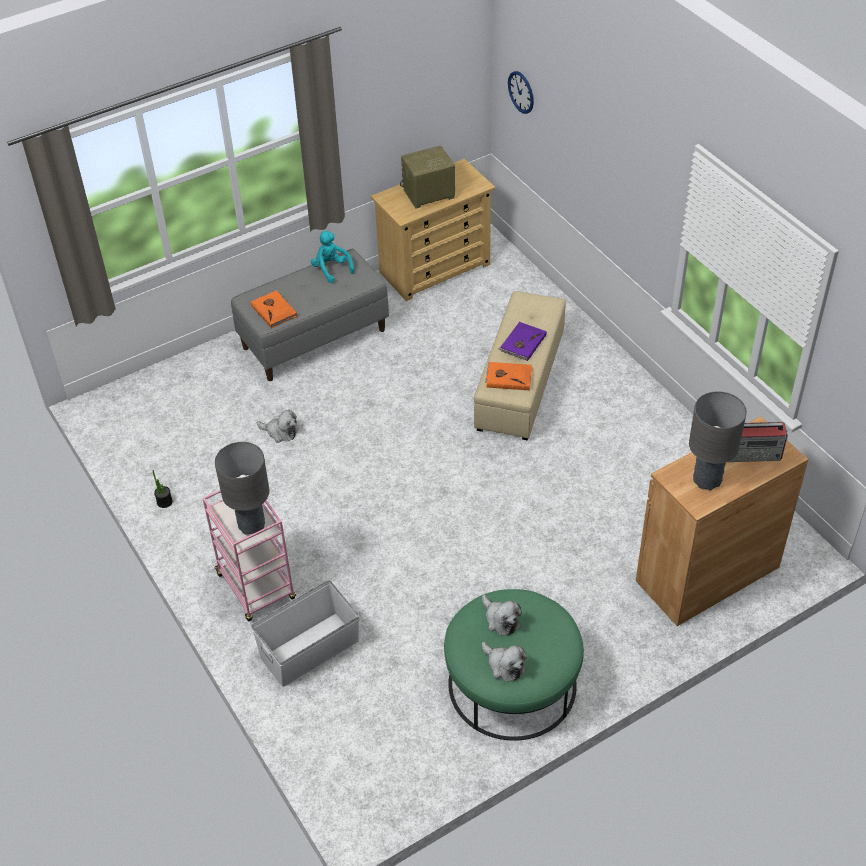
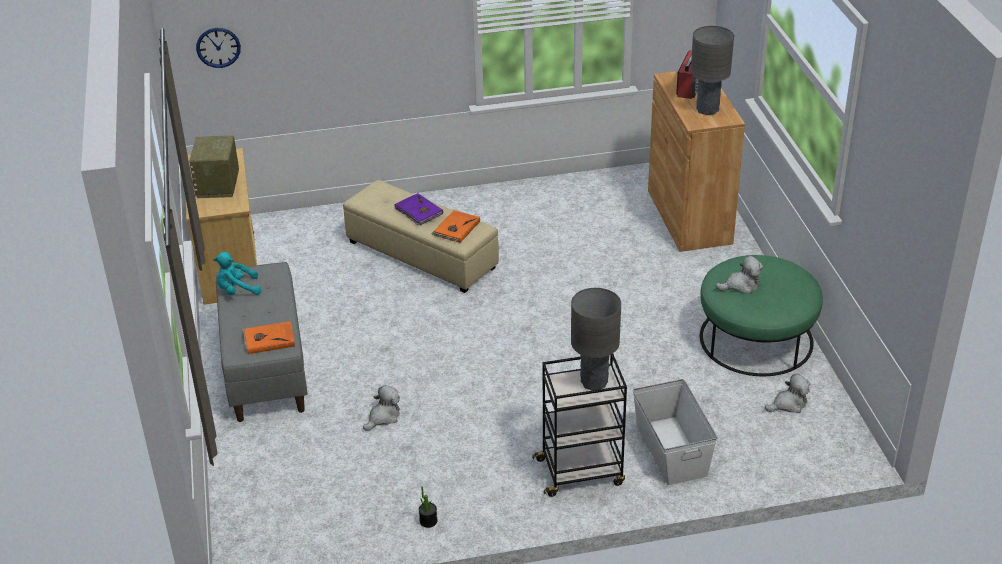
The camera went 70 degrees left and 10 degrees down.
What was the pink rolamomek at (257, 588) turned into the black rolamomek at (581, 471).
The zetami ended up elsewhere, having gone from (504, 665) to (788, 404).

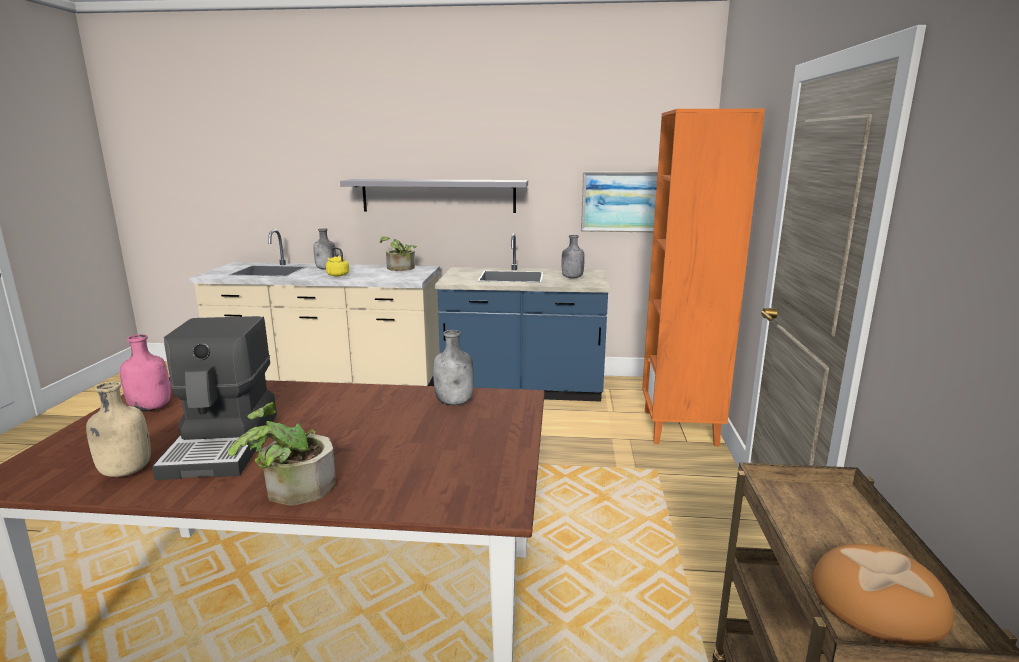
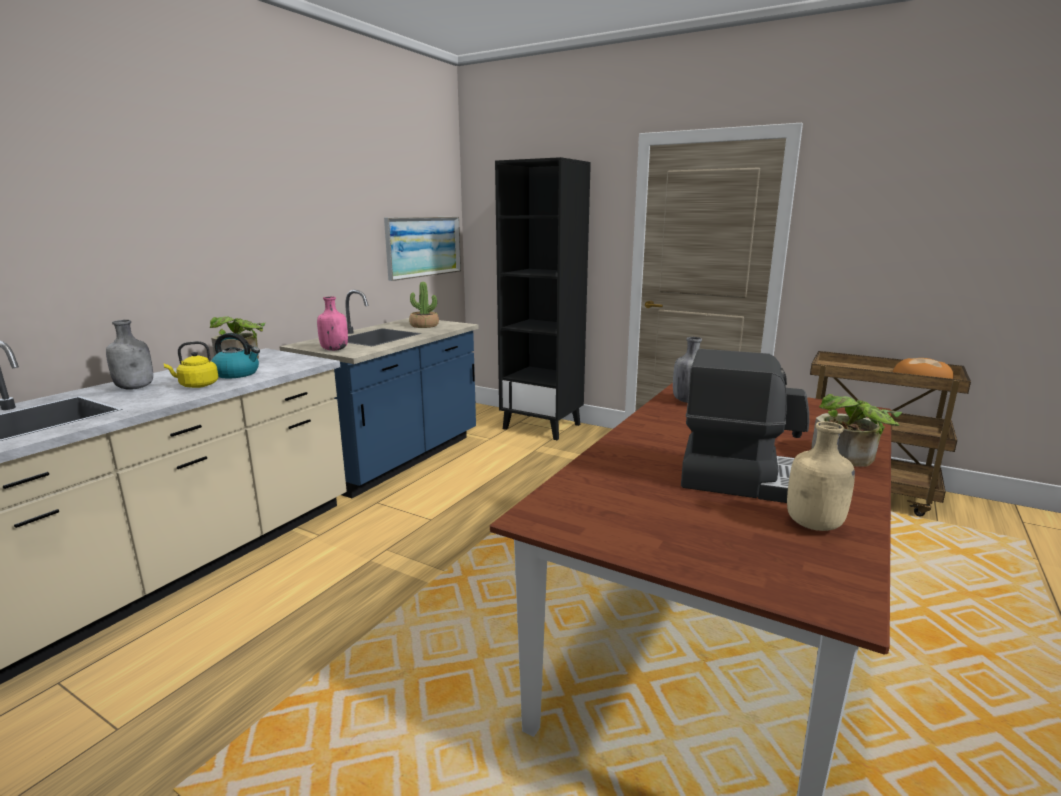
The camera went 65 degrees left and 0 degrees up.
The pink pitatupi ended up elsewhere, having gone from (151, 408) to (334, 349).
The second view lost the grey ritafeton at (438, 195).
Where the grey pitatupi stood at (571, 277), the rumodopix came to stand at (424, 326).
What was the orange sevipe at (680, 428) turned into the black sevipe at (542, 426).
The second view gained the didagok at (237, 374).

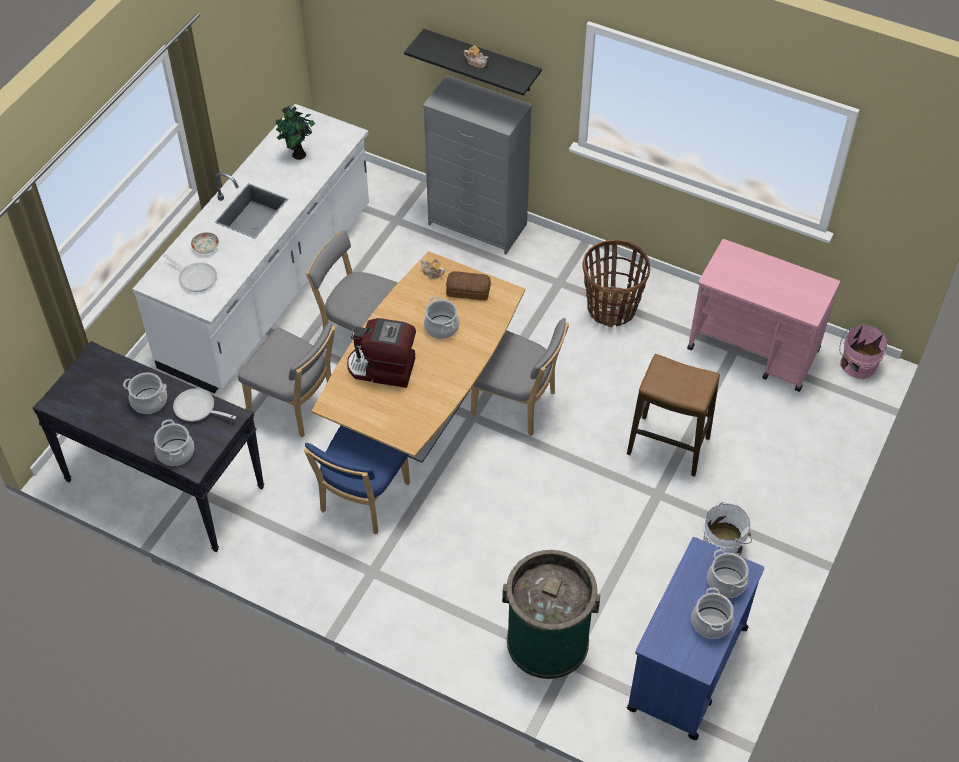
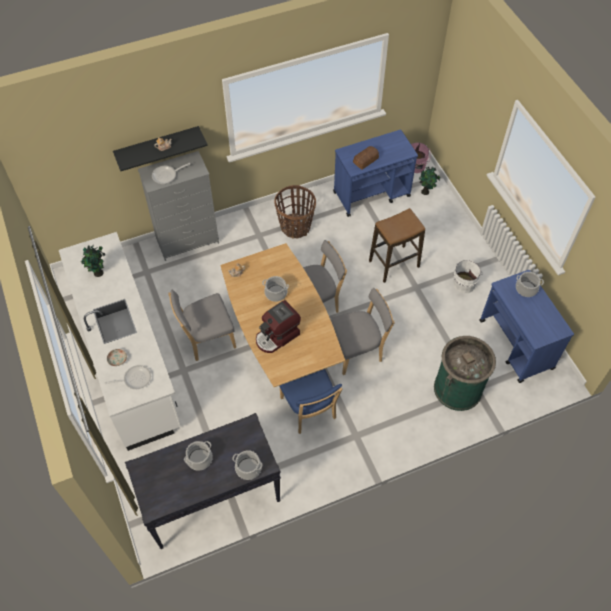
The camera went 50 degrees left and 5 degrees up.
The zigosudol ended up elsewhere, having gone from (198, 409) to (167, 175).
The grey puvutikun ended up elsewhere, having gone from (295, 405) to (357, 351).
The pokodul ended up elsewhere, having gone from (469, 291) to (366, 160).
What was the pink rolamomek at (754, 350) turned into the blue rolamomek at (372, 194).
The second view lost the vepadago at (711, 622).
The second view gained the rumodopix at (426, 192).

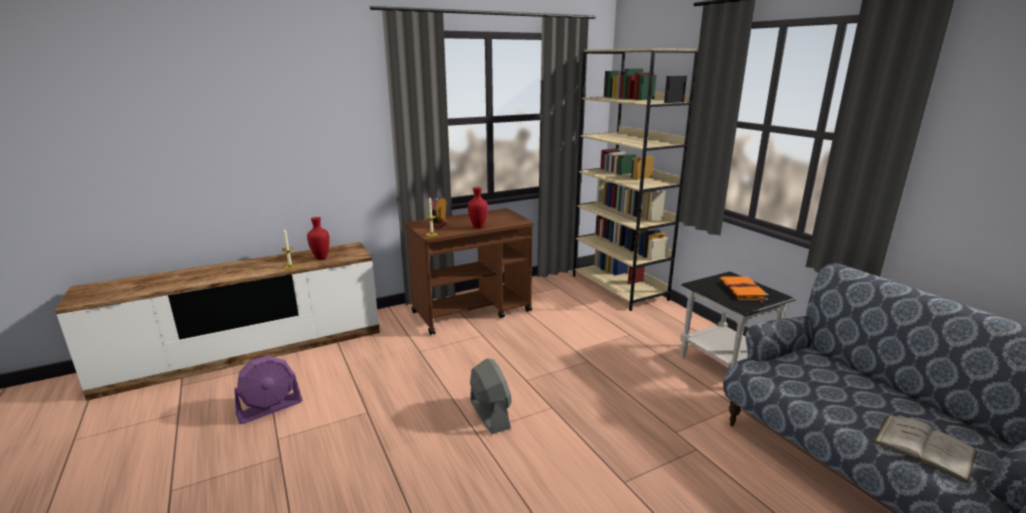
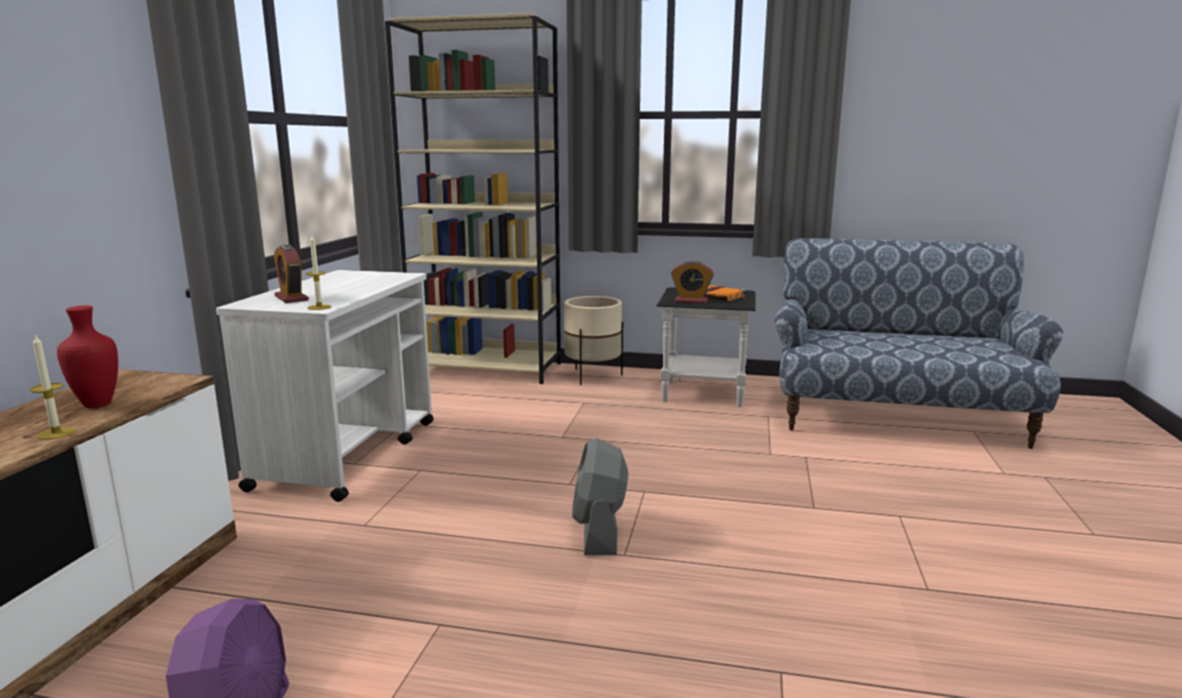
The camera went 50 degrees left and 5 degrees down.
What was the brown rolamomek at (472, 311) turned into the white rolamomek at (348, 453).
The second view lost the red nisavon at (478, 227).
The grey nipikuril at (489, 414) ended up facing another way, 105 degrees counterclockwise from before.
The second view lost the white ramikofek at (924, 447).
The second view gained the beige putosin at (592, 376).
The second view gained the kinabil at (691, 301).

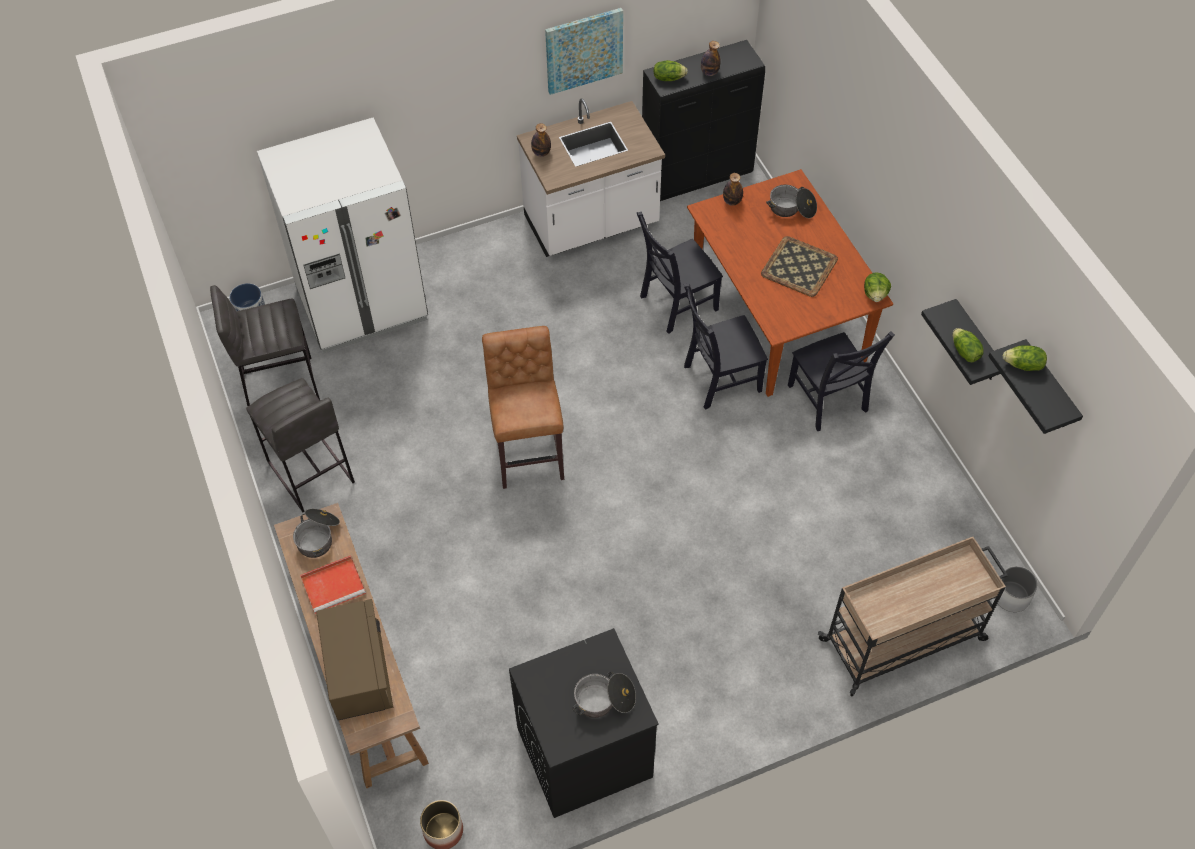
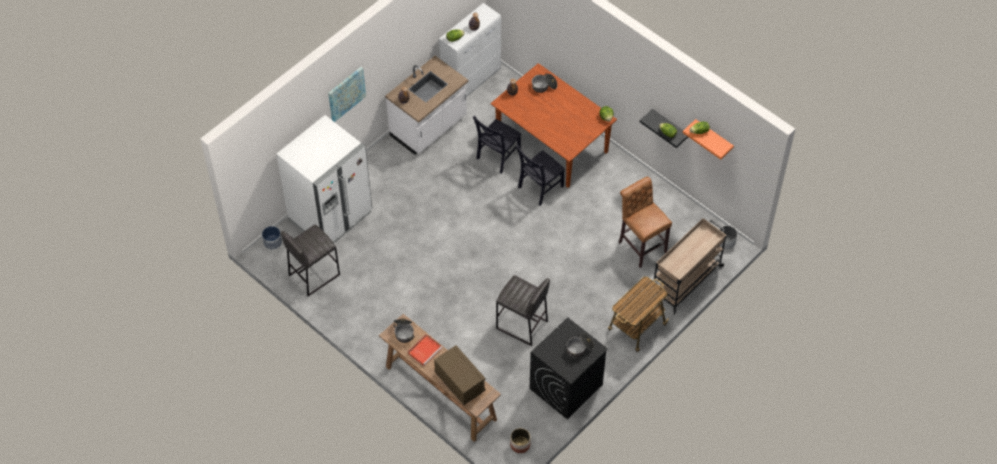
The camera went 25 degrees left and 0 degrees up.
The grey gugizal ended up elsewhere, having gone from (310, 473) to (522, 325).
The brown gugizal ended up elsewhere, having gone from (528, 452) to (641, 245).
The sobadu ended up elsewhere, having gone from (584, 50) to (346, 93).
What was the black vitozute at (697, 175) turned into the white vitozute at (471, 80).
The second view lost the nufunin at (799, 266).
The second view lost the black puvutikun at (828, 401).
What was the black ritafeton at (1049, 387) turned into the orange ritafeton at (713, 137).
The second view gained the rolamomek at (636, 328).

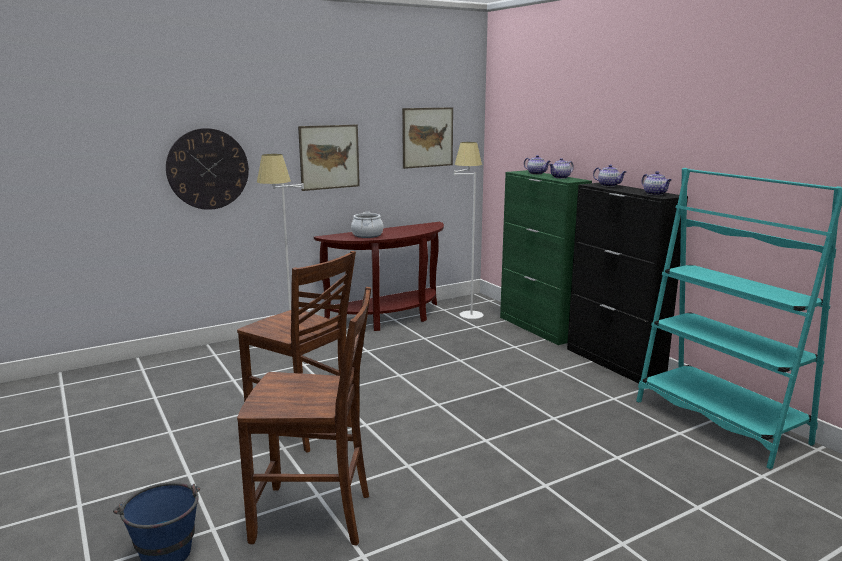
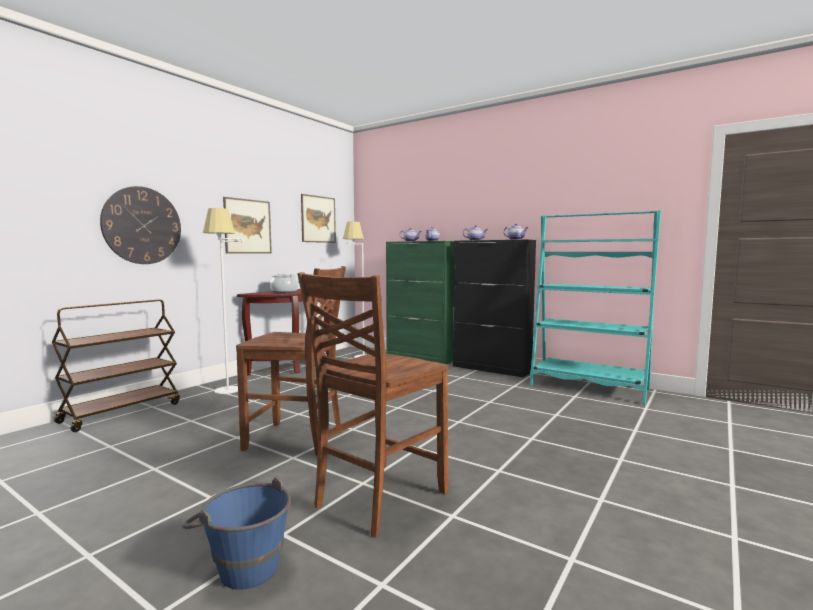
The camera went 25 degrees left and 10 degrees down.
The brown puvutikun at (315, 517) ended up facing another way, 150 degrees clockwise from before.
The second view gained the brown rolamomek at (122, 412).

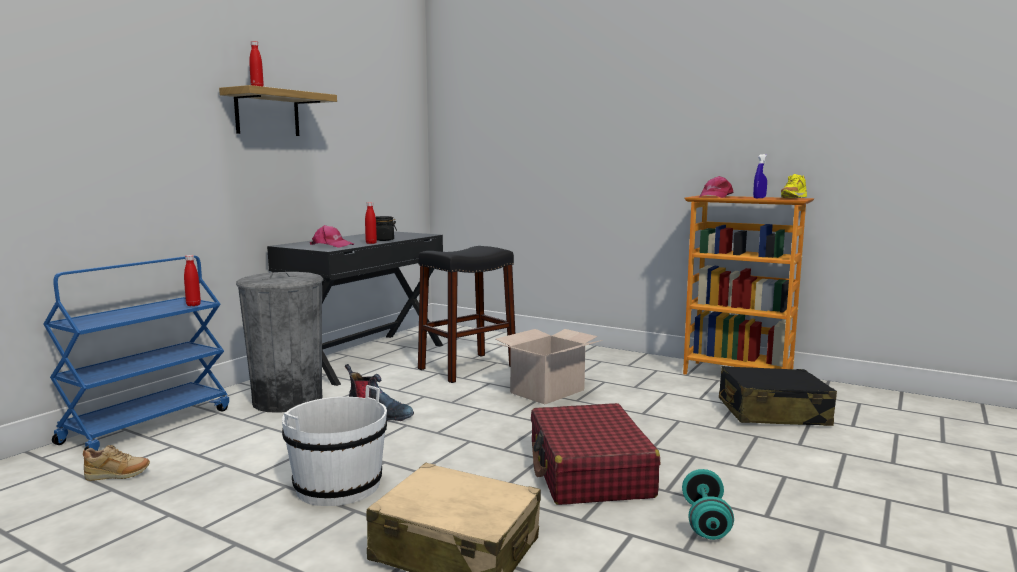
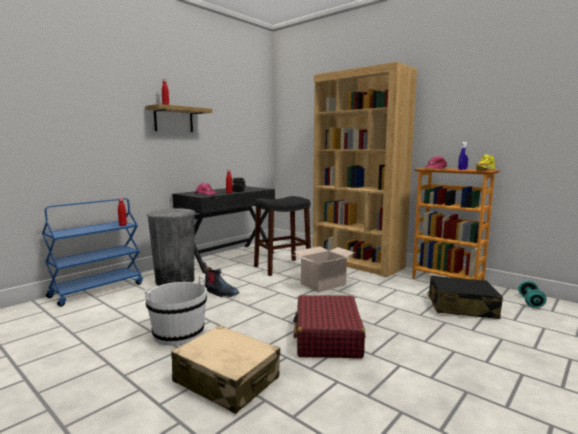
The camera went 10 degrees right and 0 degrees up.
The second view lost the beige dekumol at (118, 476).
The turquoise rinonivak ended up elsewhere, having gone from (705, 521) to (530, 302).
The second view gained the brown sevipe at (357, 263).

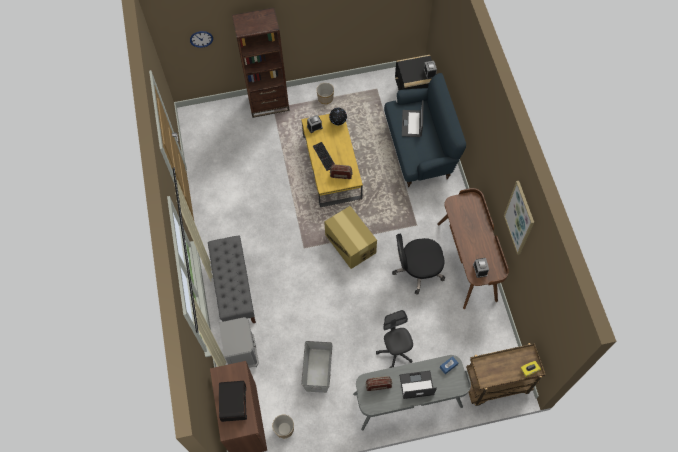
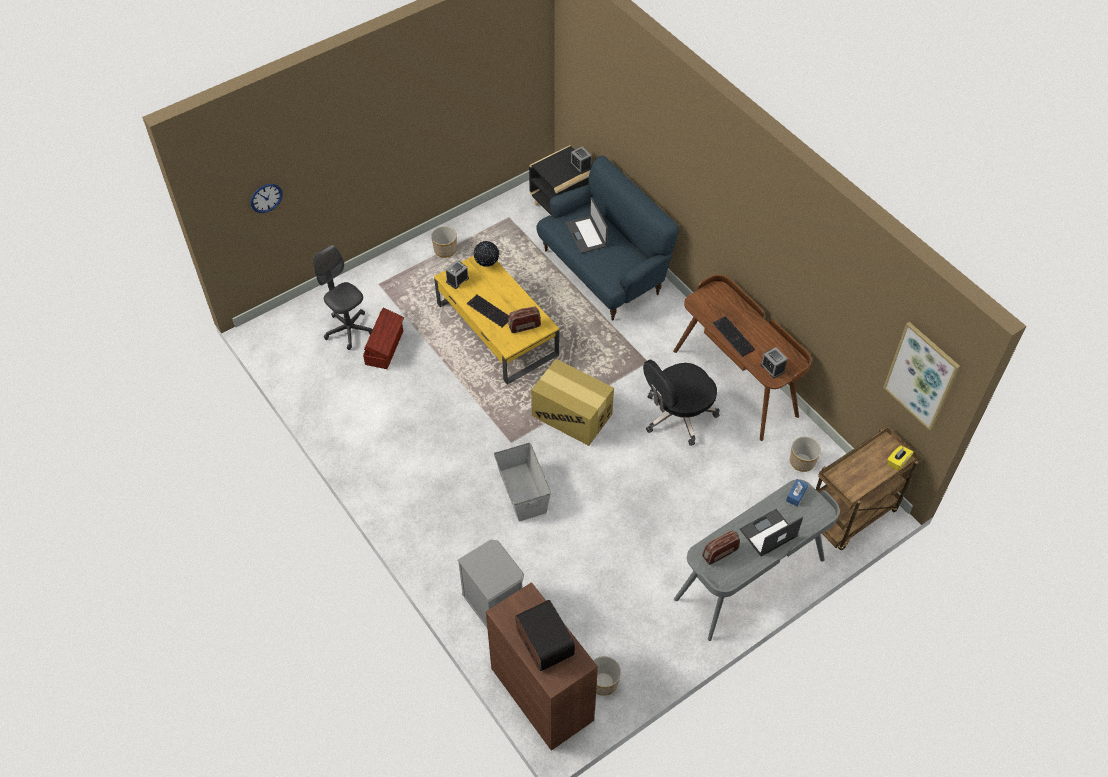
The camera went 25 degrees left and 10 degrees down.
The second view lost the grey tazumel at (234, 288).
The second view lost the brown sevipe at (268, 103).
The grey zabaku ended up elsewhere, having gone from (317, 370) to (522, 492).
The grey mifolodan ended up elsewhere, having gone from (395, 351) to (348, 330).
The sobadu ended up elsewhere, having gone from (519, 218) to (921, 376).
The second view gained the brown zabaku at (385, 347).
The second view gained the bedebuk at (734, 336).
The second view gained the putosin at (802, 461).

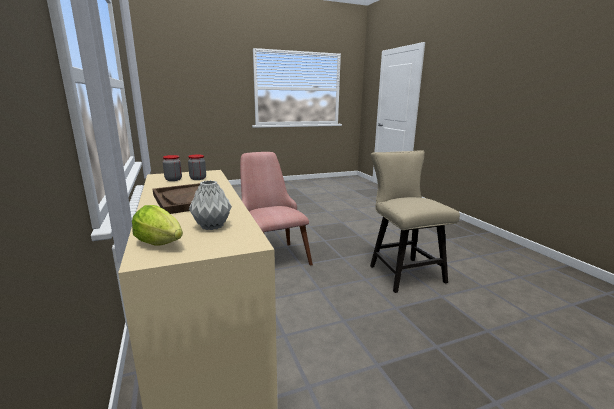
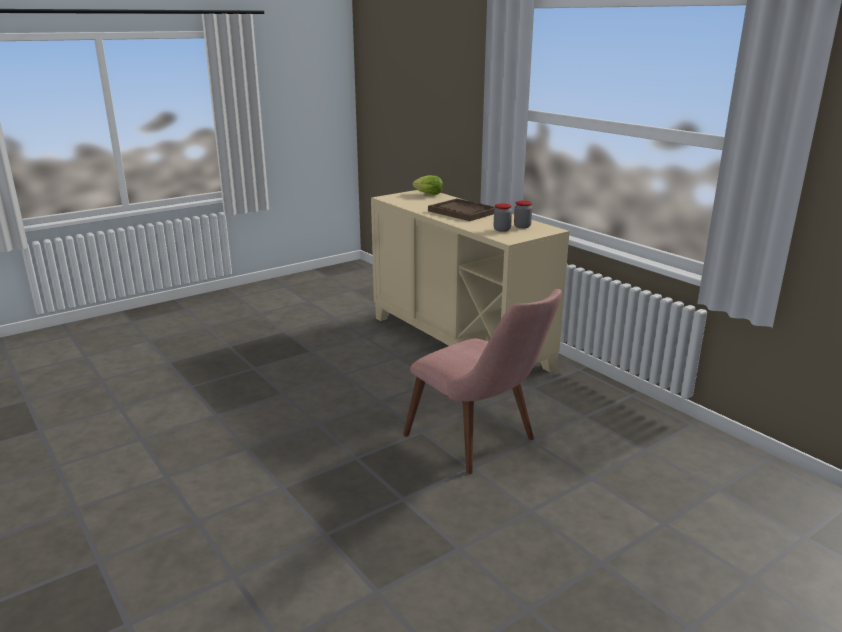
The camera went 165 degrees right and 5 degrees up.
The second view lost the grey nisavon at (212, 226).
The second view lost the beige puvutikun at (402, 272).

